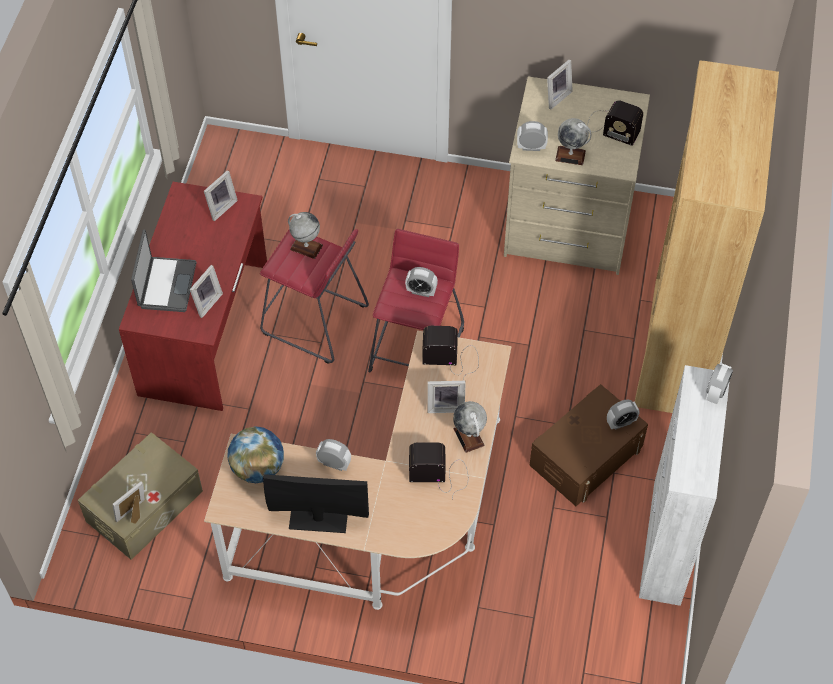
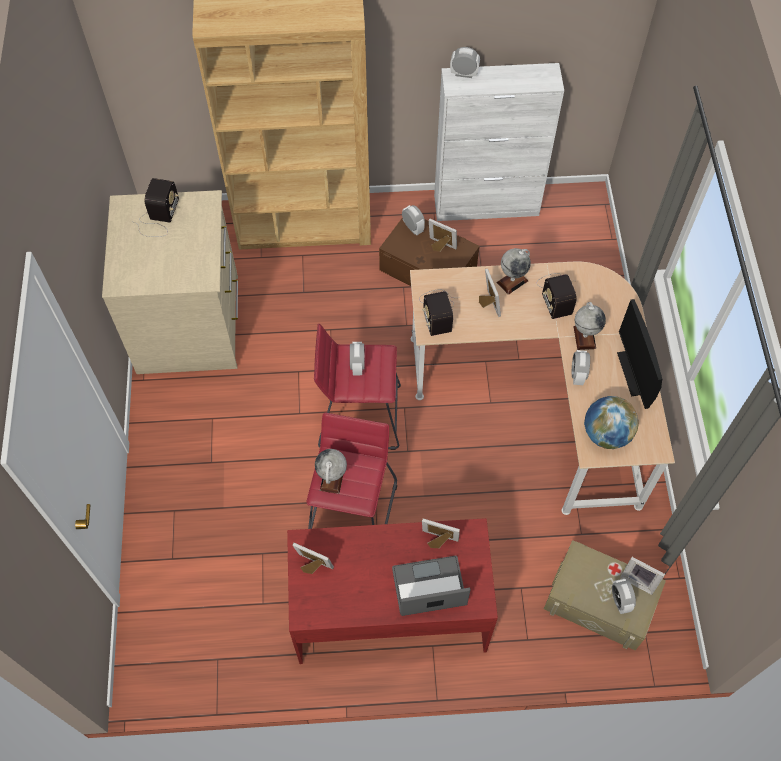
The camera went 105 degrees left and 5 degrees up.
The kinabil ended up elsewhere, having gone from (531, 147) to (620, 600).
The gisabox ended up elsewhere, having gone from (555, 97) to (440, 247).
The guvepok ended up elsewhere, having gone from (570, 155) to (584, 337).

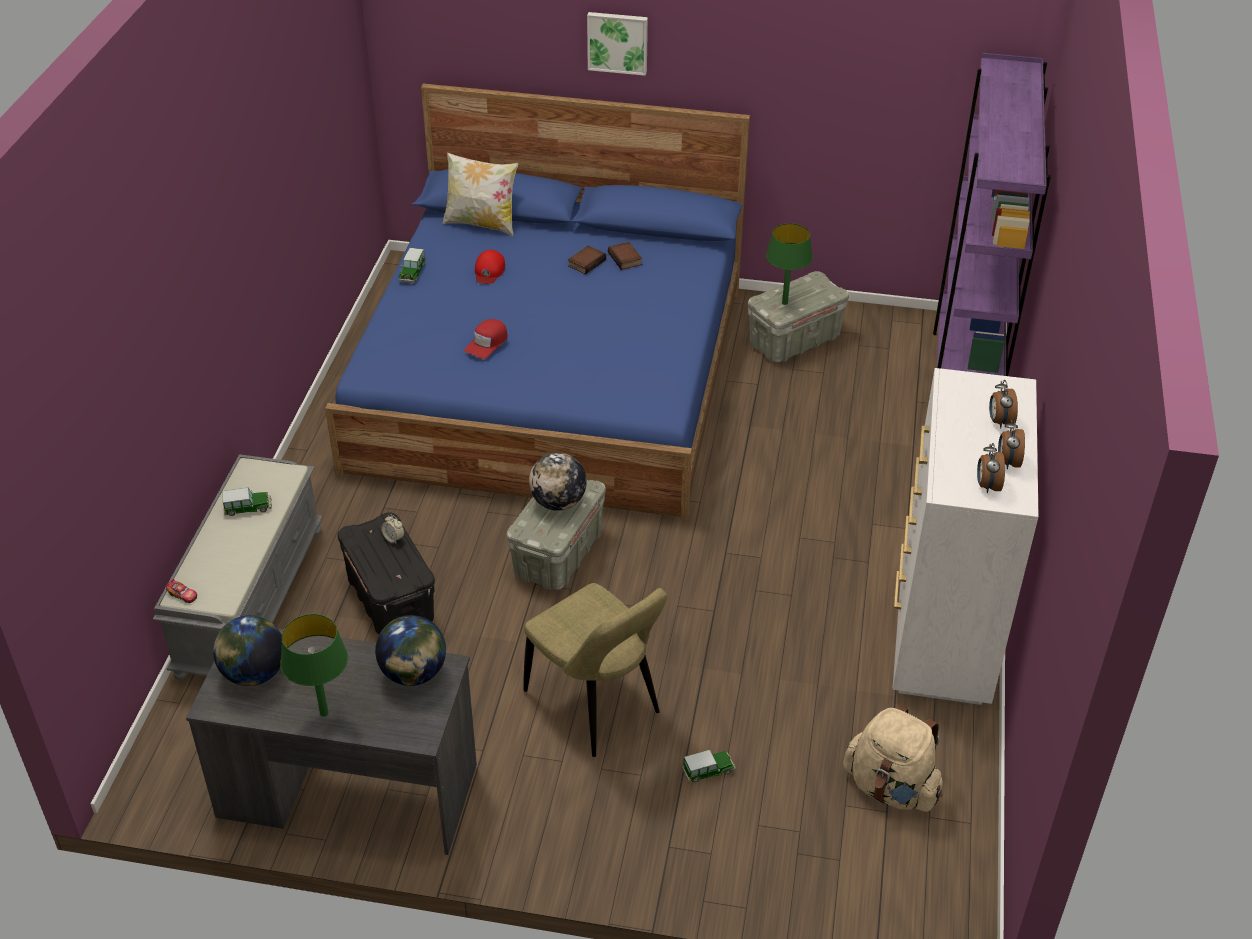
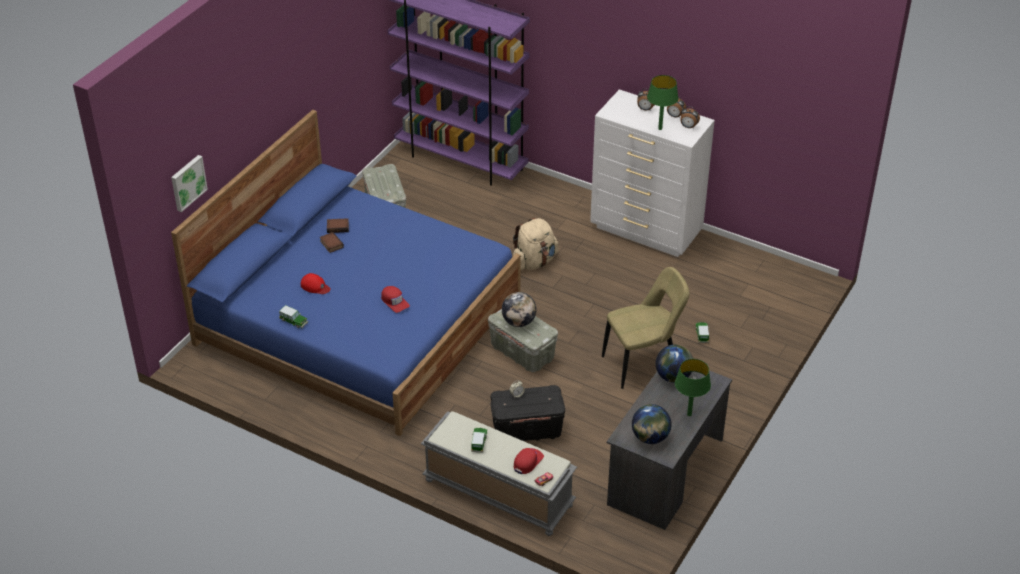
The camera went 70 degrees left and 0 degrees up.
The second view lost the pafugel at (481, 223).
The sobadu ended up elsewhere, having gone from (618, 42) to (187, 182).
The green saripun ended up elsewhere, having gone from (784, 303) to (660, 128).
The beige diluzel ended up elsewhere, having gone from (891, 788) to (534, 262).
The second view gained the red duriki at (527, 462).

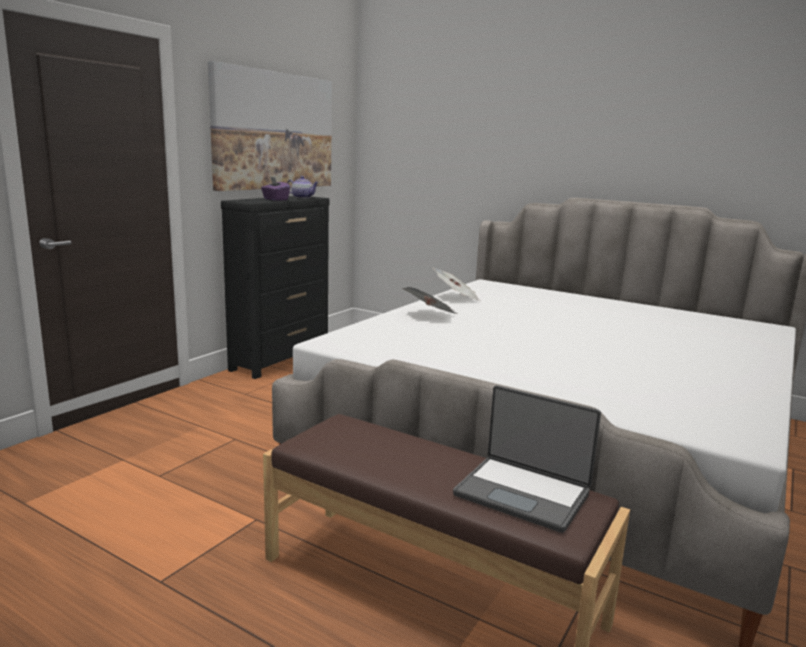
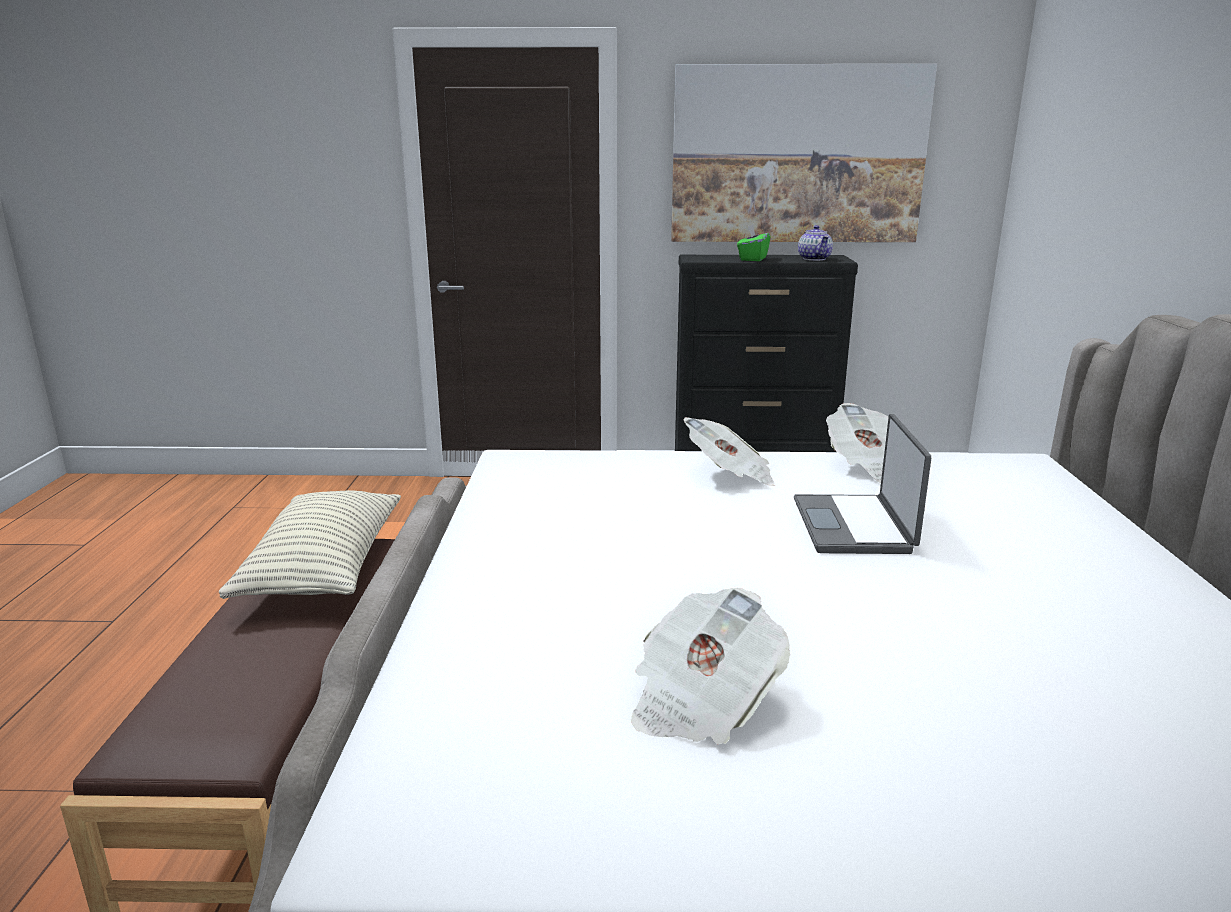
The camera went 60 degrees right and 5 degrees up.
What was the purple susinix at (275, 199) turned into the green susinix at (752, 259).
The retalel ended up elsewhere, having gone from (523, 493) to (855, 526).
The second view gained the pafugel at (324, 569).
The second view gained the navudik at (701, 701).

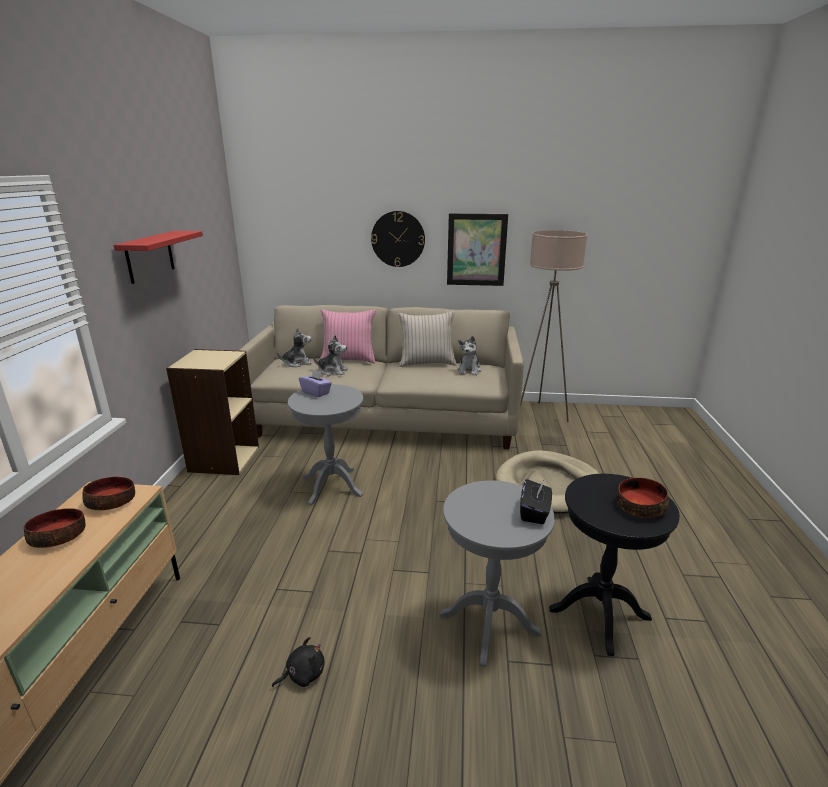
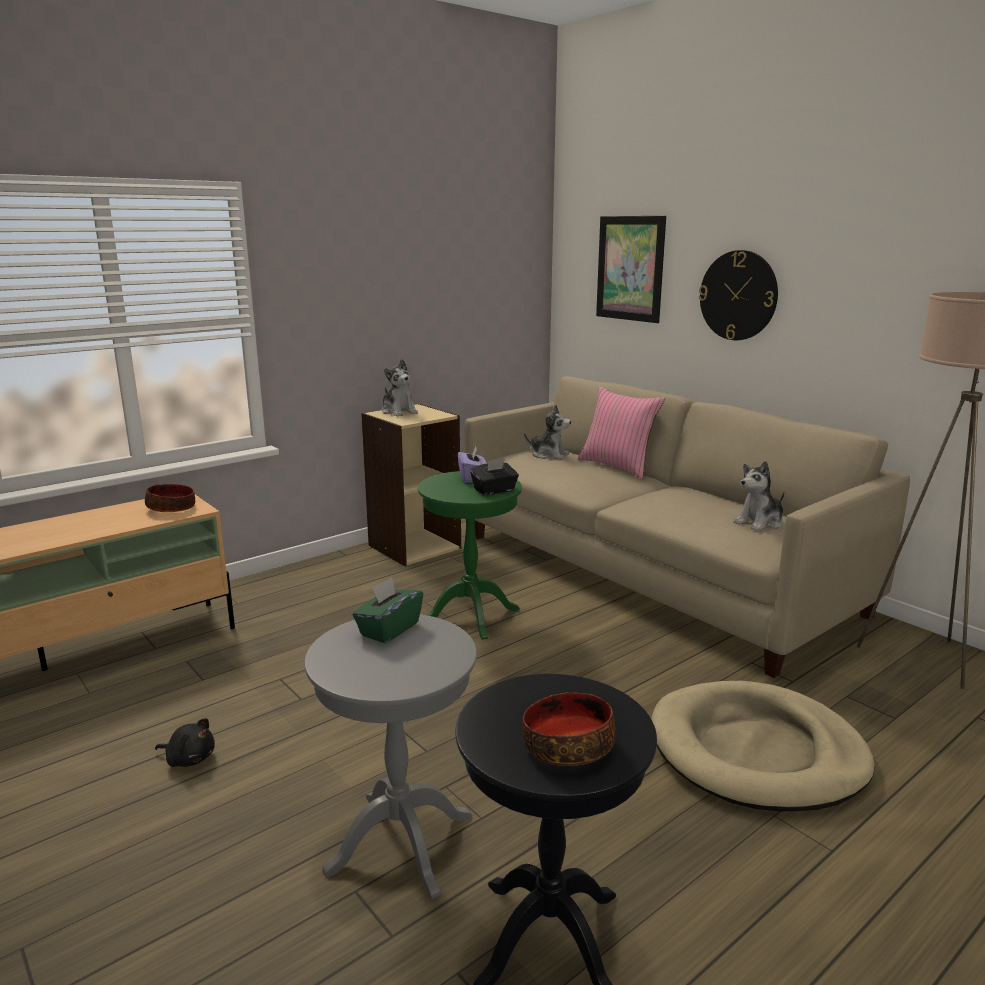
The camera went 45 degrees right and 5 degrees down.
The second view lost the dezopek at (59, 536).
The second view lost the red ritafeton at (150, 256).
What was the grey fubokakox at (332, 486) turned into the green fubokakox at (471, 615).
The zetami ended up elsewhere, having gone from (332, 371) to (399, 412).
The second view lost the beige pafugel at (426, 363).
The sobadu ended up elsewhere, having gone from (476, 250) to (630, 268).
The black susinix ended up elsewhere, having gone from (534, 512) to (494, 490).
The second view gained the green susinix at (389, 629).

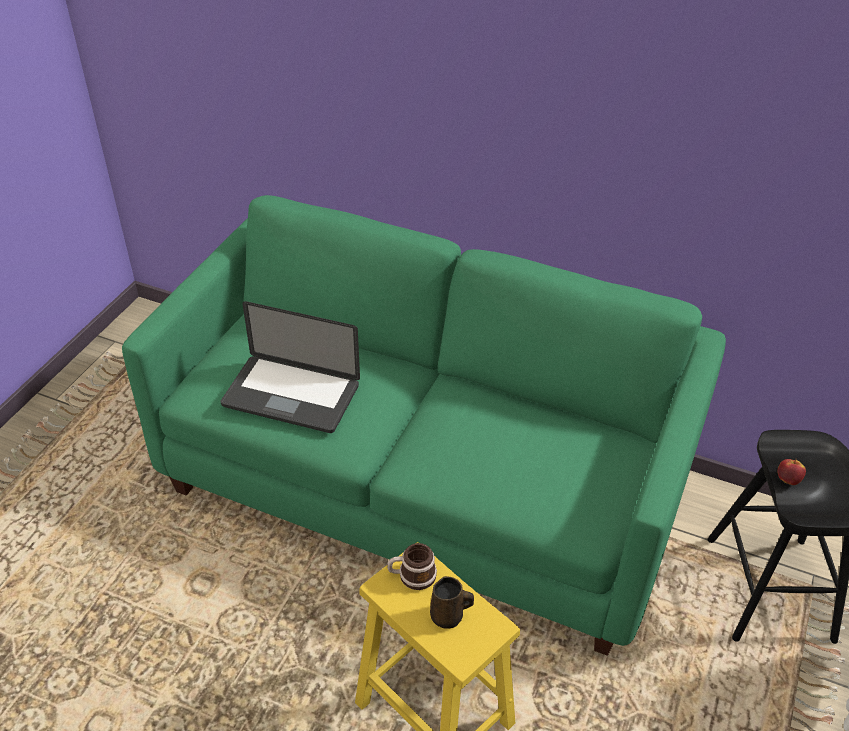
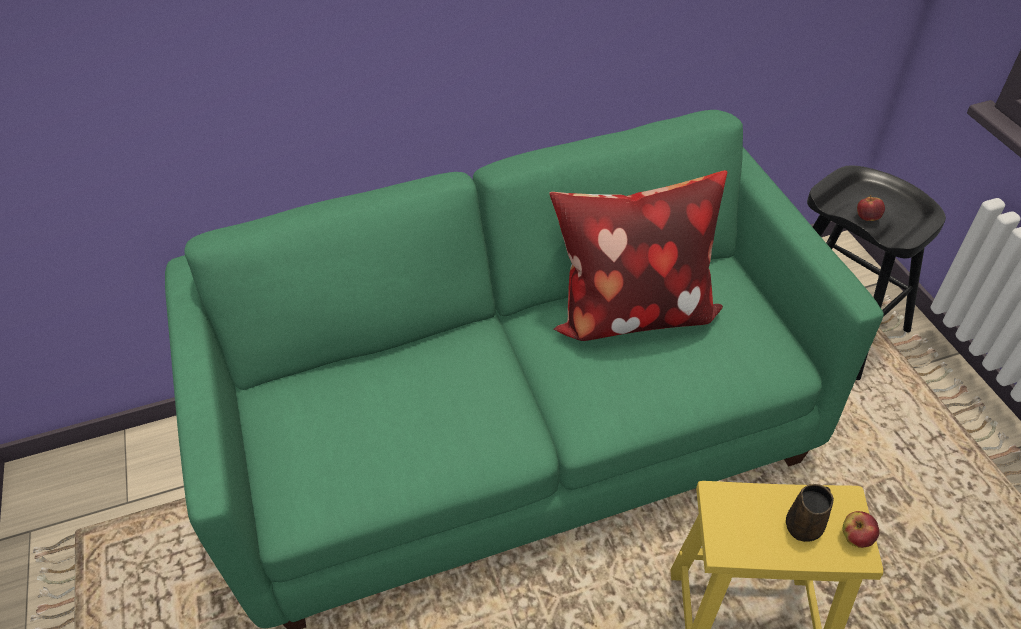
The camera went 40 degrees left and 5 degrees up.
The second view lost the retalel at (291, 395).
The second view lost the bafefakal at (412, 576).
The second view gained the pafugel at (632, 311).
The second view gained the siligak at (856, 537).

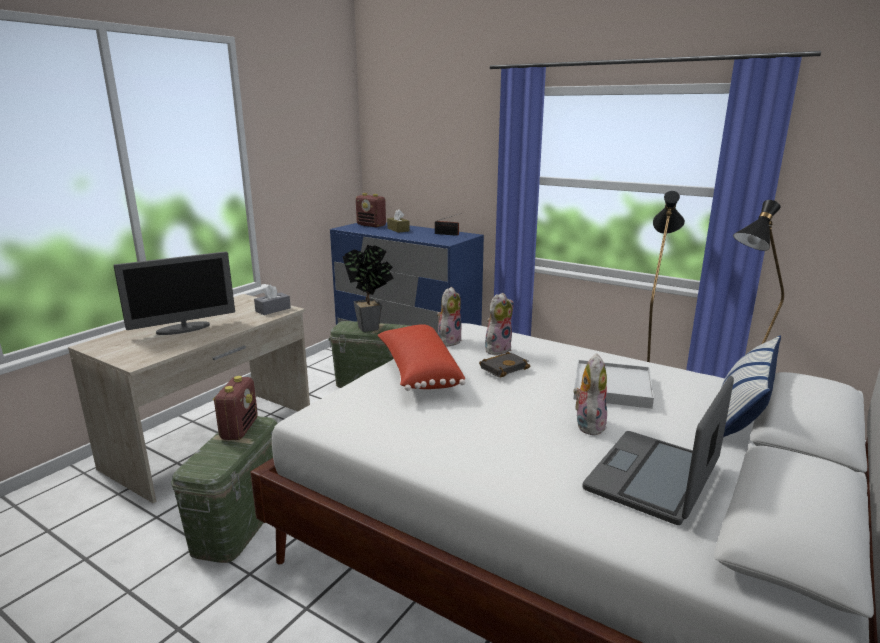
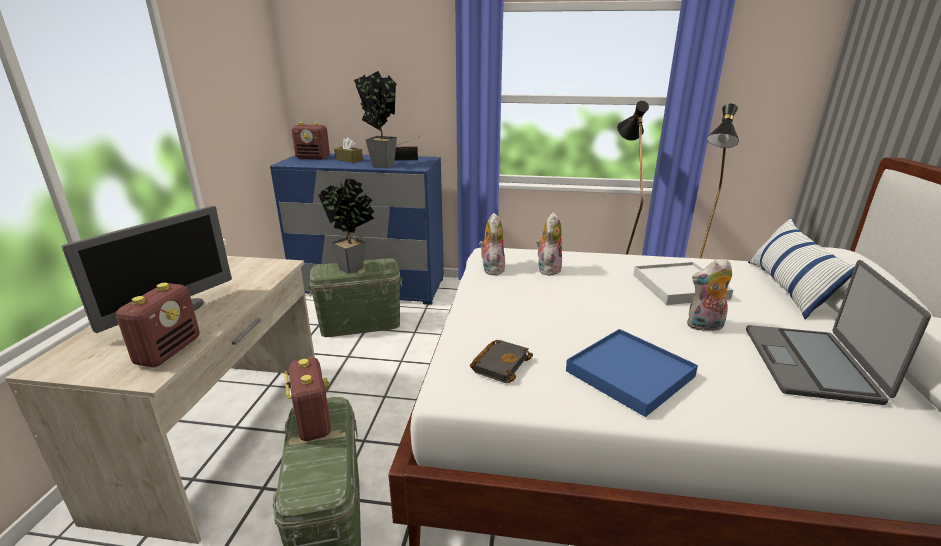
The camera went 25 degrees left and 5 degrees up.
The second view lost the grey susinix at (273, 310).
The second view lost the red pafugel at (418, 372).
The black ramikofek ended up elsewhere, having gone from (504, 367) to (500, 363).
The zetami at (588, 424) ended up facing another way, 90 degrees counterclockwise from before.
The second view gained the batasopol at (169, 351).
The second view gained the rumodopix at (381, 165).
The second view gained the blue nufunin at (629, 374).

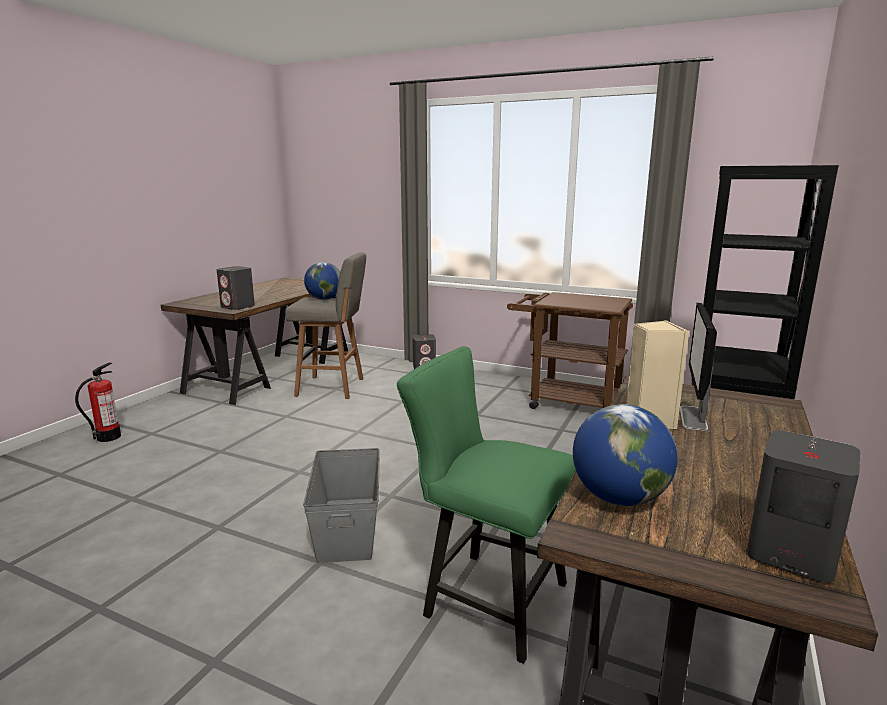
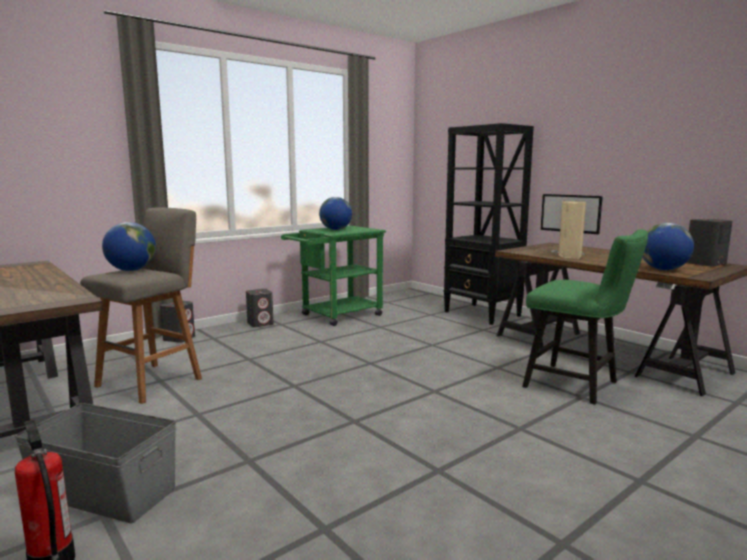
The camera went 65 degrees left and 5 degrees down.
The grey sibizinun ended up elsewhere, having gone from (238, 307) to (260, 323).
The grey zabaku ended up elsewhere, having gone from (348, 527) to (105, 491).
The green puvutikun at (486, 597) ended up facing another way, 105 degrees counterclockwise from before.
What was the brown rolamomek at (566, 402) turned into the green rolamomek at (336, 316).
The second view gained the guvepok at (336, 229).

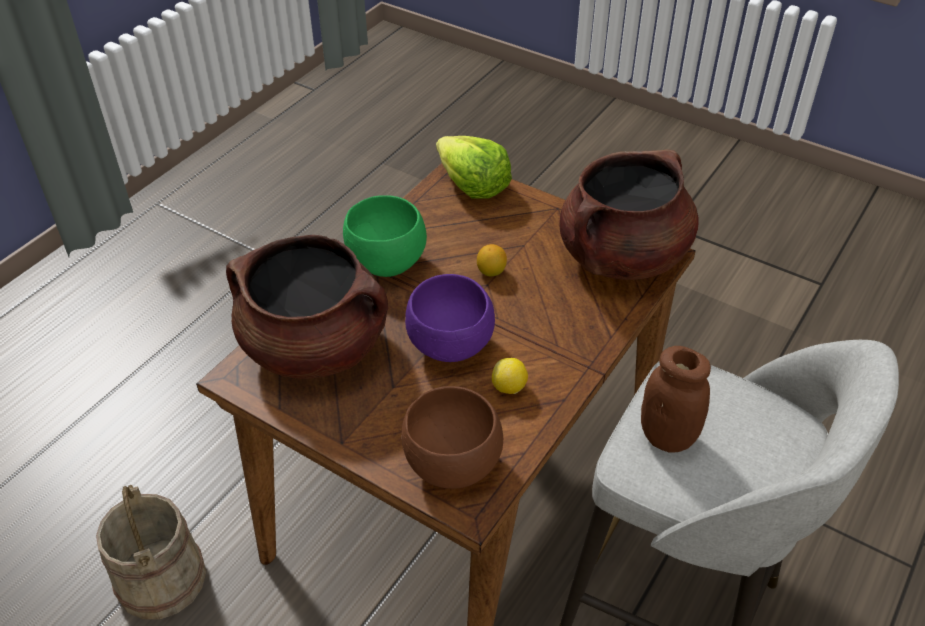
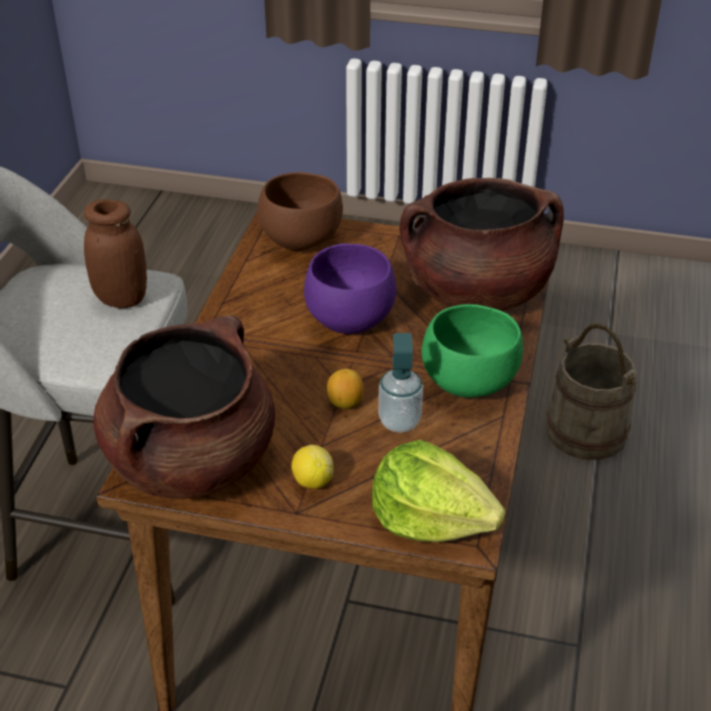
The camera went 160 degrees right and 5 degrees down.
The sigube ended up elsewhere, having gone from (509, 387) to (312, 481).
The second view gained the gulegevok at (399, 422).

